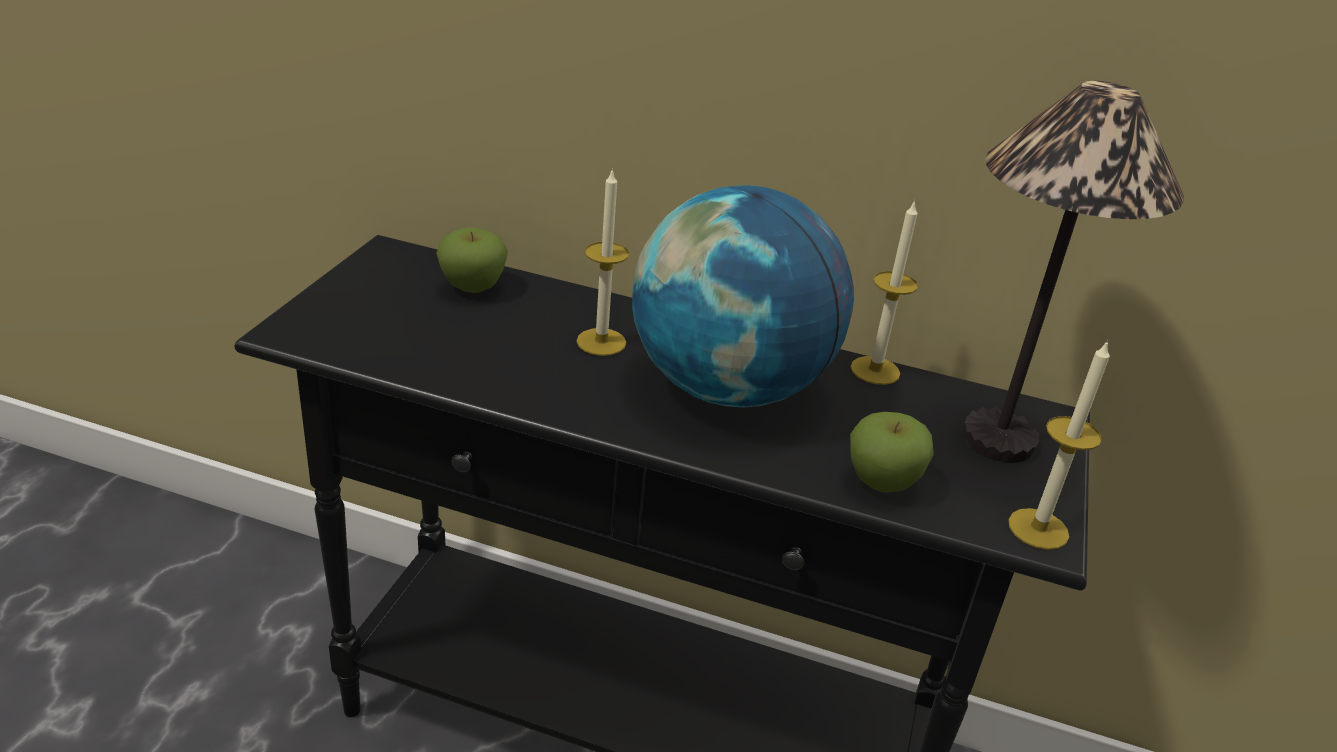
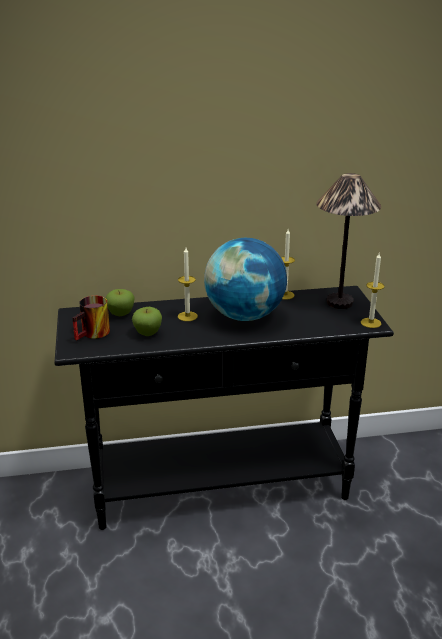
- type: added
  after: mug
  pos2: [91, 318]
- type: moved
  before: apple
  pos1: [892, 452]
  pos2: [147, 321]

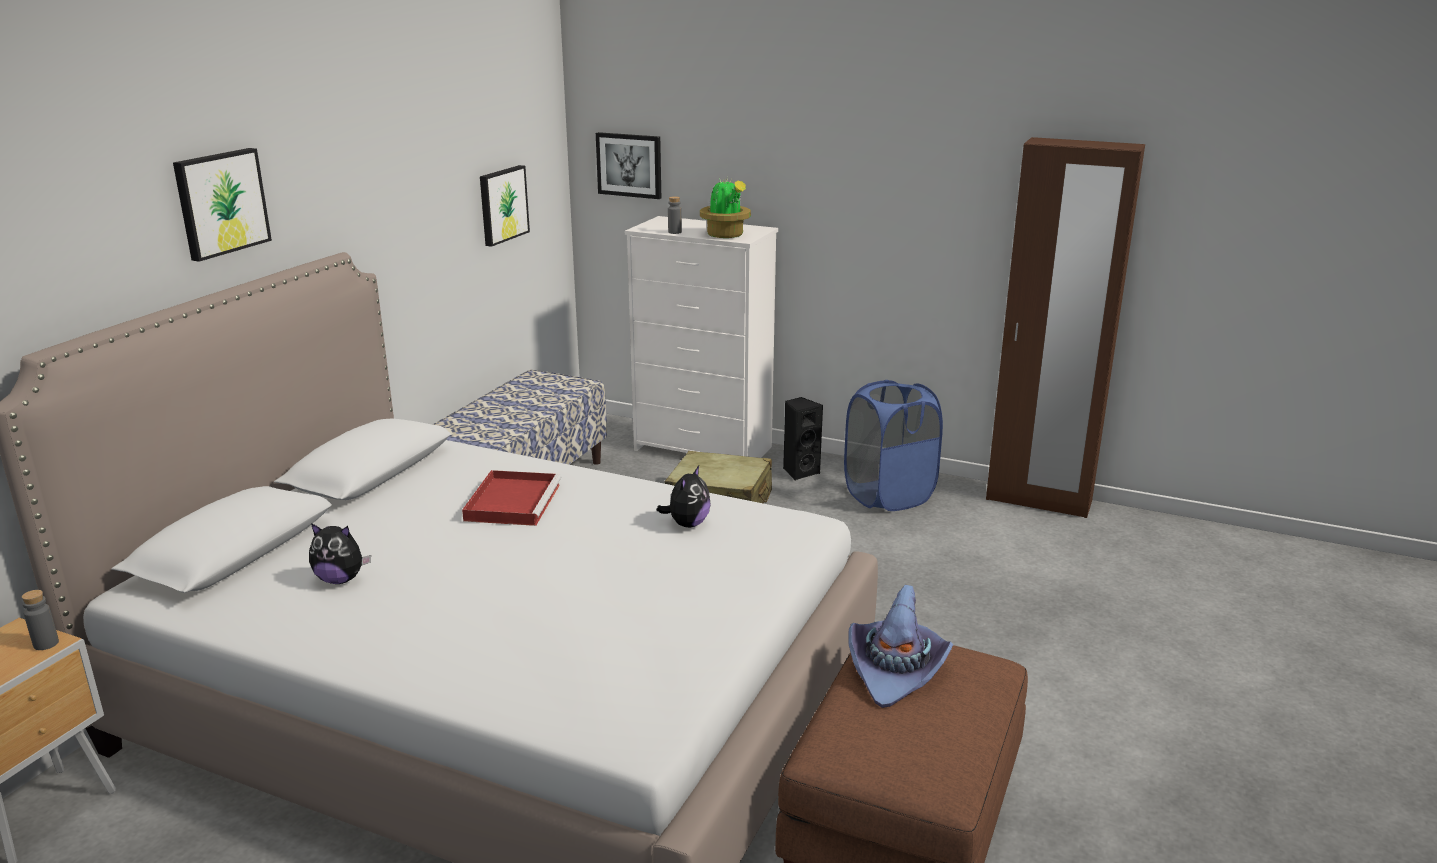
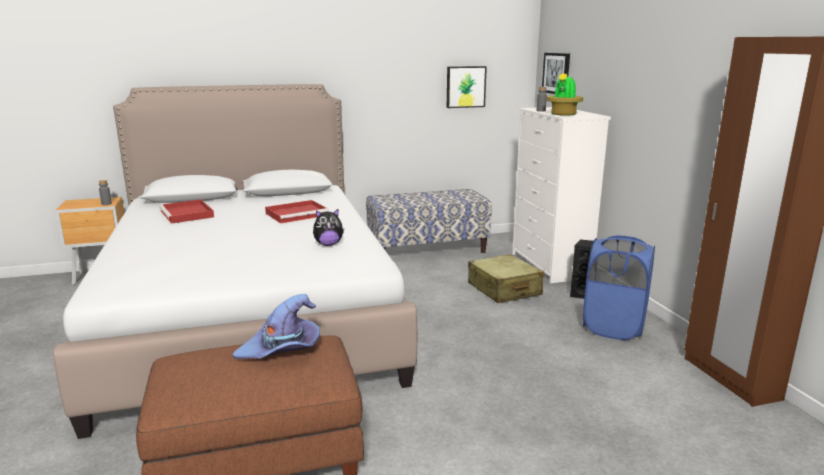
- type: replaced
  before: plush toy
  after: tray (red)
  pos1: [340, 553]
  pos2: [186, 211]
- type: removed
  before: picture
  pos1: [222, 205]

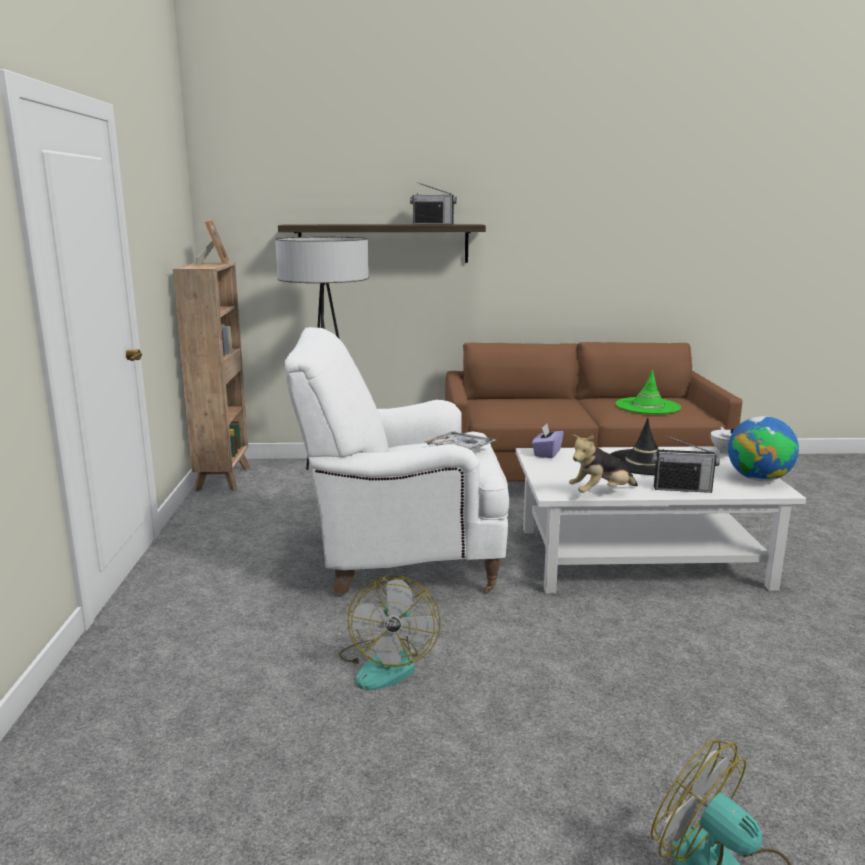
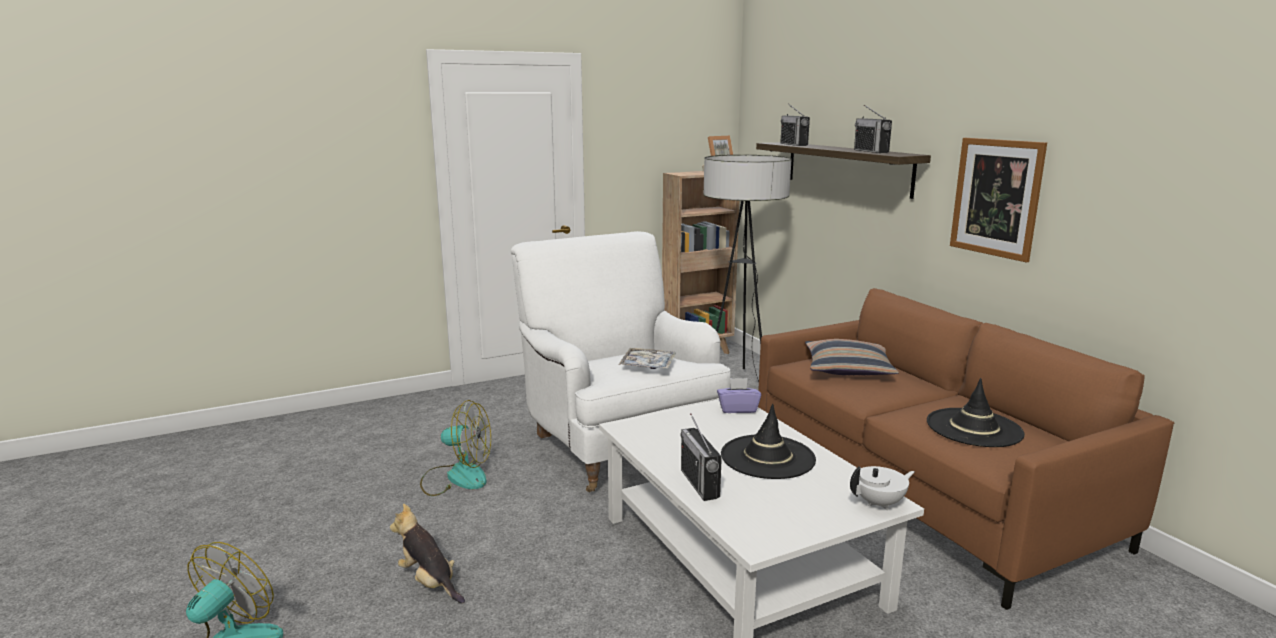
- type: moved
  before: plush toy
  pos1: [603, 463]
  pos2: [427, 554]
- type: turned
  before: fan
  pos1: [390, 633]
  pos2: [455, 448]
  turn: -150
- type: added
  after: radio
  pos2: [795, 125]
- type: added
  after: pillow
  pos2: [852, 357]
- type: recoloured
  before: hat (green)
  after: hat (black)
  pos1: [648, 391]
  pos2: [976, 412]
- type: added
  after: picture
  pos2: [998, 200]
- type: removed
  before: globe
  pos1: [763, 448]

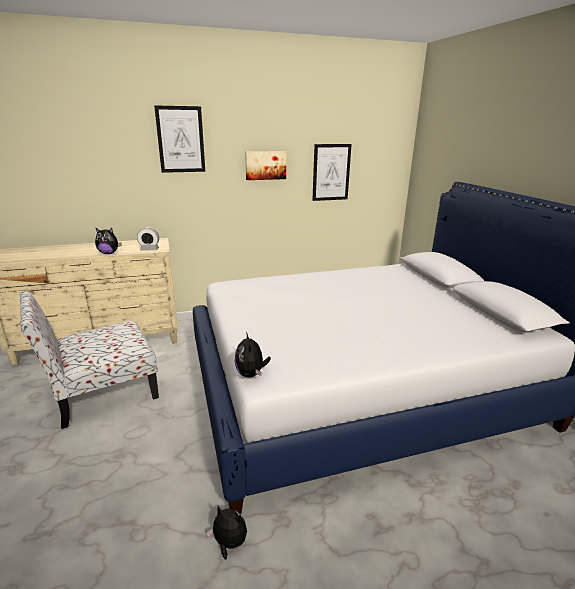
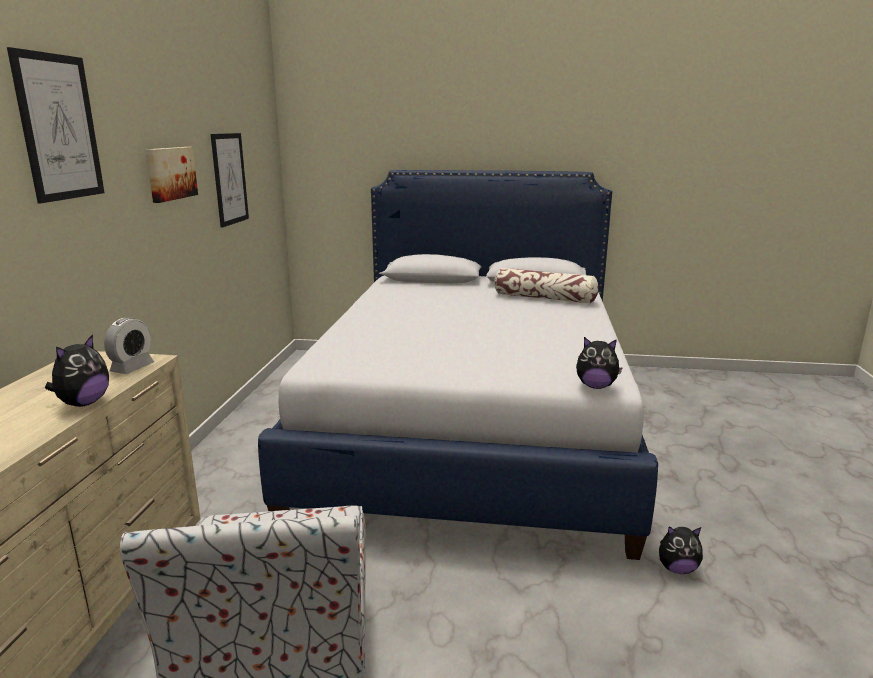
- type: added
  after: pillow
  pos2: [546, 286]
- type: turned
  before: plush toy
  pos1: [227, 533]
  pos2: [681, 550]
  turn: -135

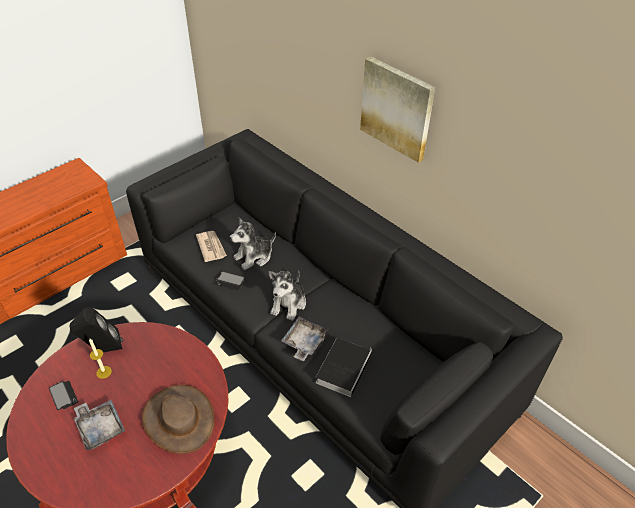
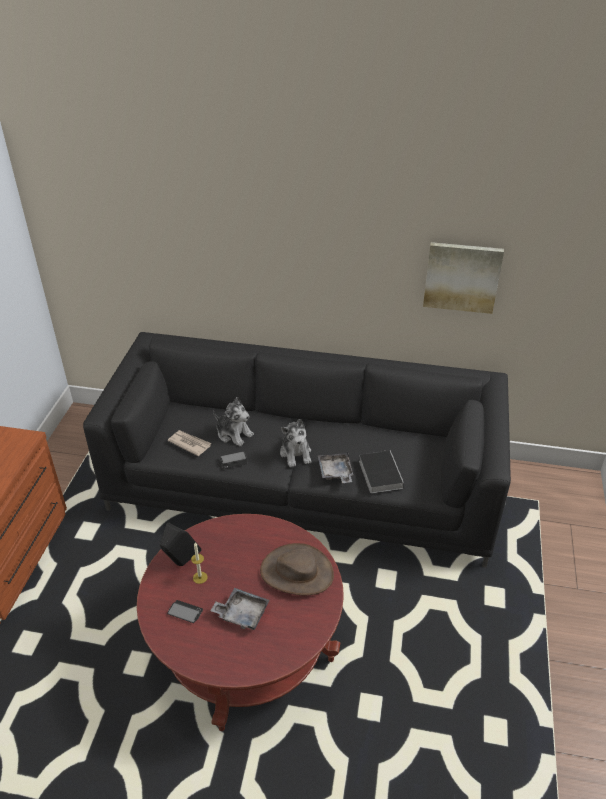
- type: turned
  before: plush toy
  pos1: [253, 243]
  pos2: [233, 421]
  turn: -75
- type: moved
  before: picture
  pos1: [397, 109]
  pos2: [463, 278]

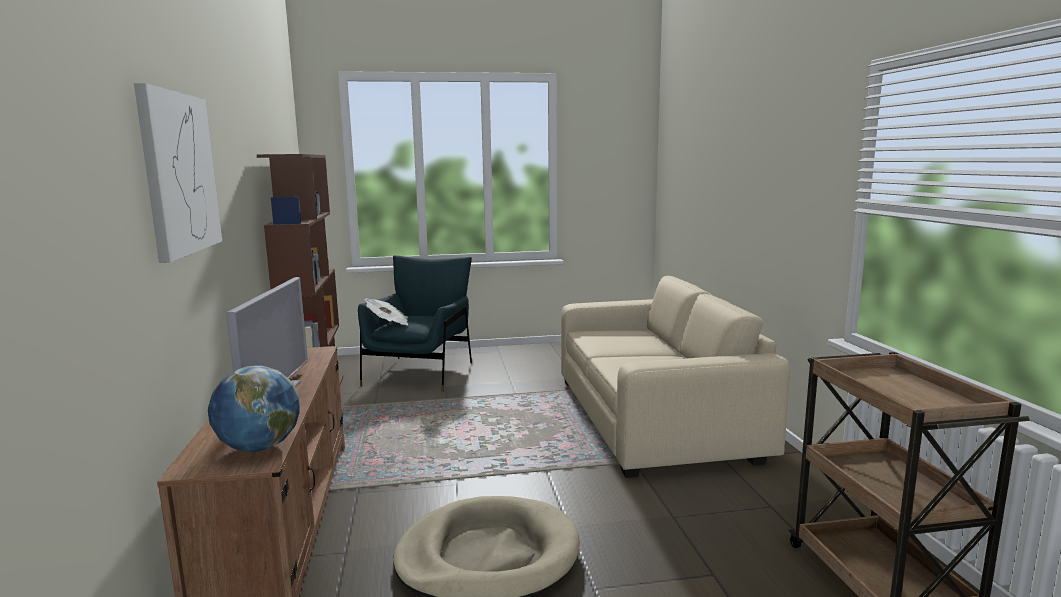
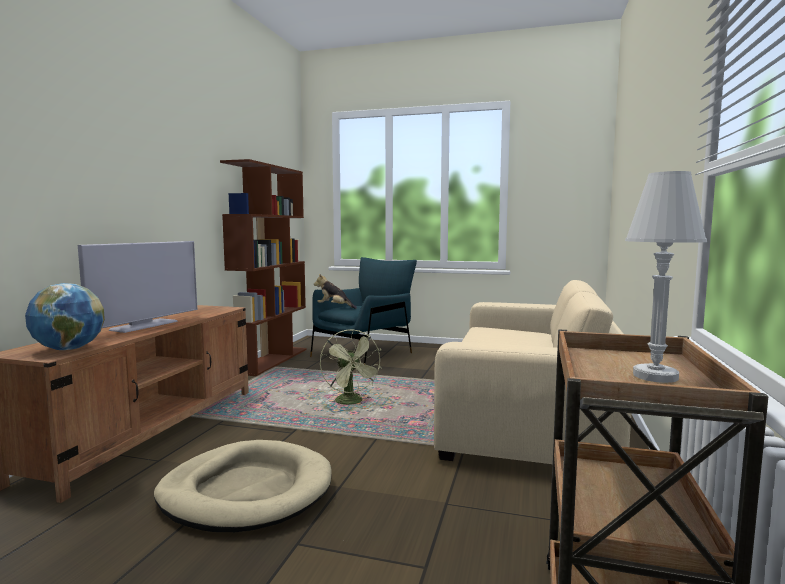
- type: replaced
  before: newspaper
  after: plush toy
  pos1: [386, 312]
  pos2: [335, 291]
- type: added
  after: fan (green)
  pos2: [351, 367]
- type: added
  after: table lamp (white)
  pos2: [666, 277]
- type: removed
  before: picture
  pos1: [178, 173]

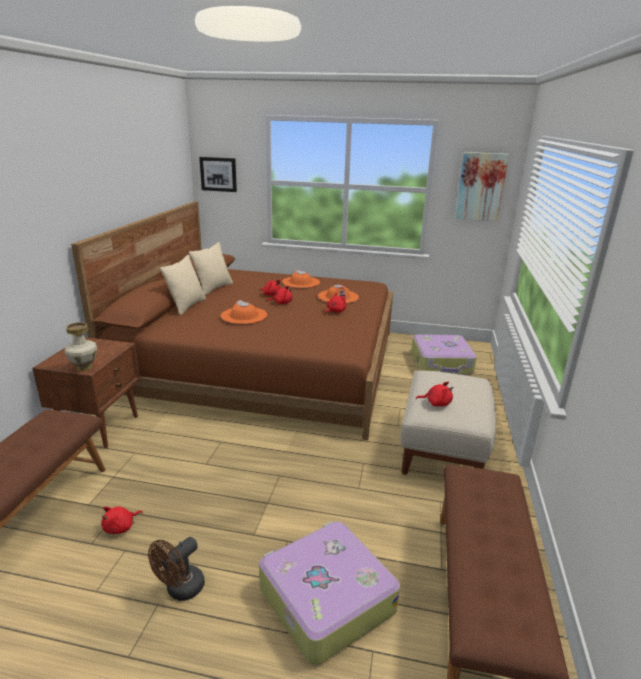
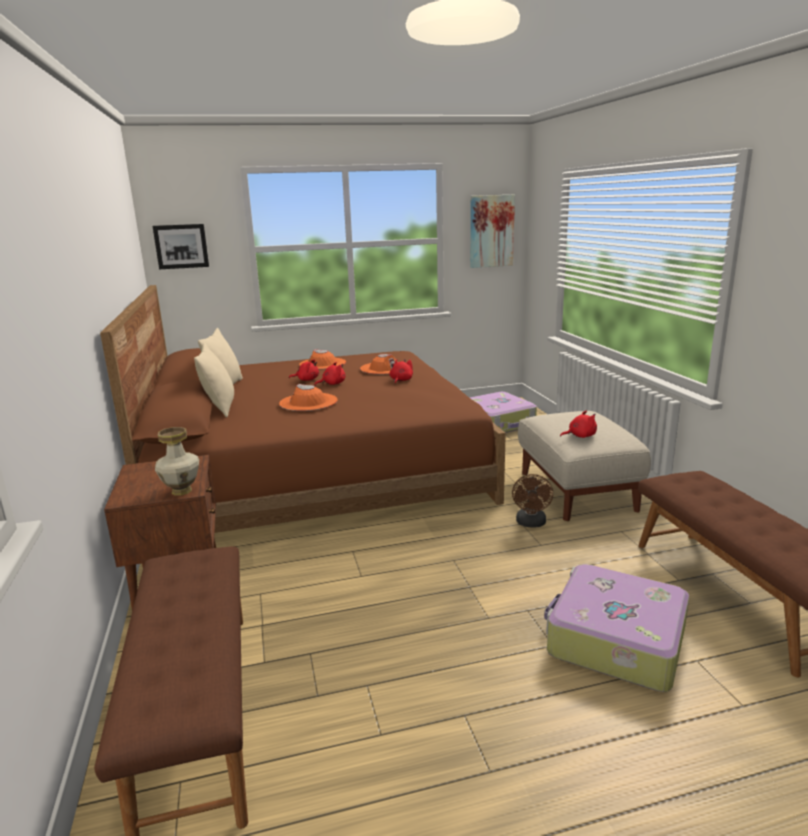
- type: moved
  before: fan (brown)
  pos1: [176, 569]
  pos2: [532, 501]
- type: removed
  before: plush toy (red)
  pos1: [122, 520]

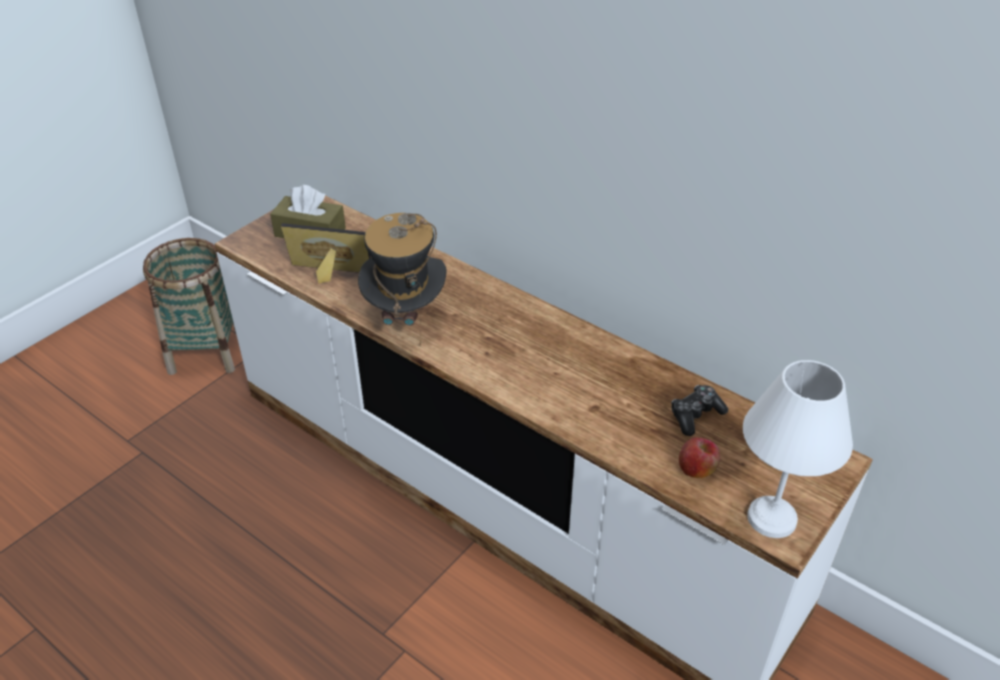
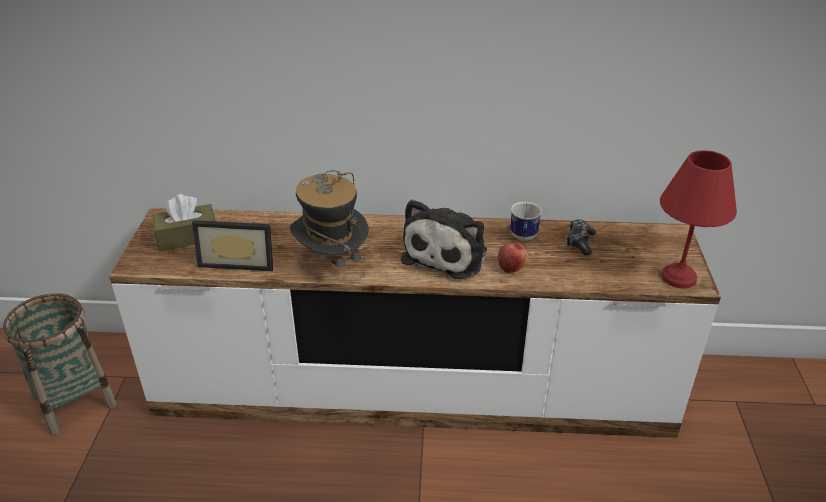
- type: turned
  before: picture frame
  pos1: [326, 253]
  pos2: [232, 245]
  turn: -150
- type: added
  after: plush toy
  pos2: [444, 239]
- type: moved
  before: apple
  pos1: [699, 458]
  pos2: [513, 258]
- type: added
  after: mug
  pos2: [526, 221]
- type: recoloured
  before: table lamp (white)
  after: table lamp (red)
  pos1: [798, 449]
  pos2: [698, 219]

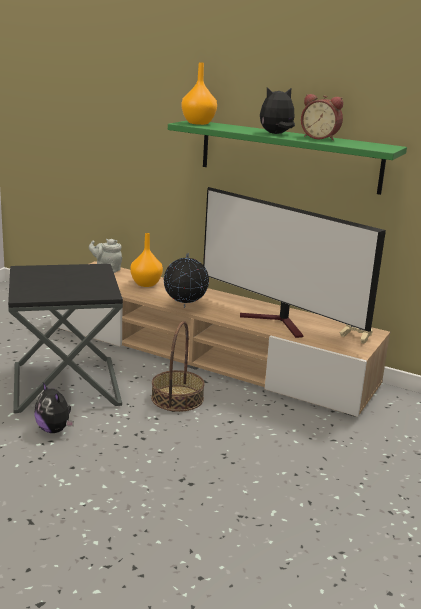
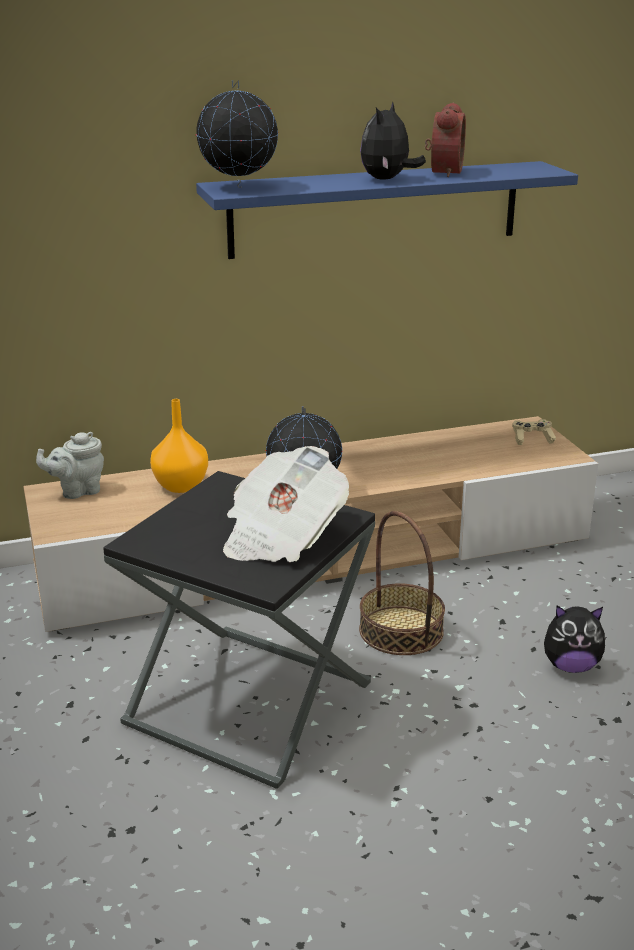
- type: replaced
  before: vase (orange)
  after: globe
  pos1: [199, 93]
  pos2: [237, 134]
- type: recoloured
  before: shelf (green)
  after: shelf (blue)
  pos1: [287, 158]
  pos2: [387, 210]
- type: added
  after: newspaper
  pos2: [286, 504]
- type: turned
  before: alarm clock
  pos1: [322, 117]
  pos2: [445, 140]
  turn: -60
- type: moved
  before: plush toy
  pos1: [54, 407]
  pos2: [575, 639]
- type: removed
  before: television
  pos1: [294, 262]

